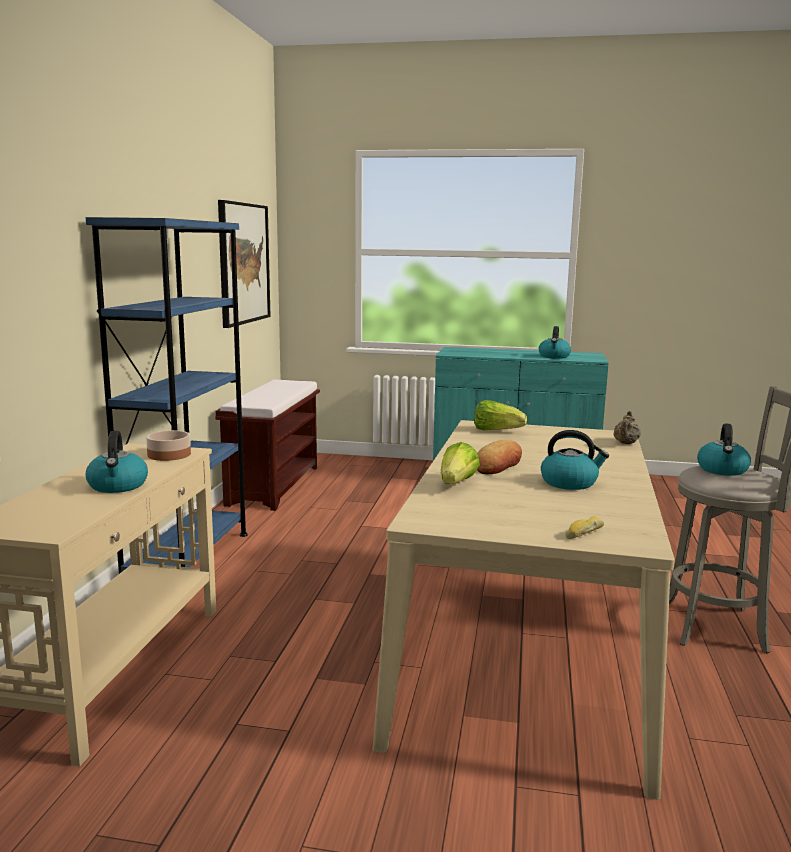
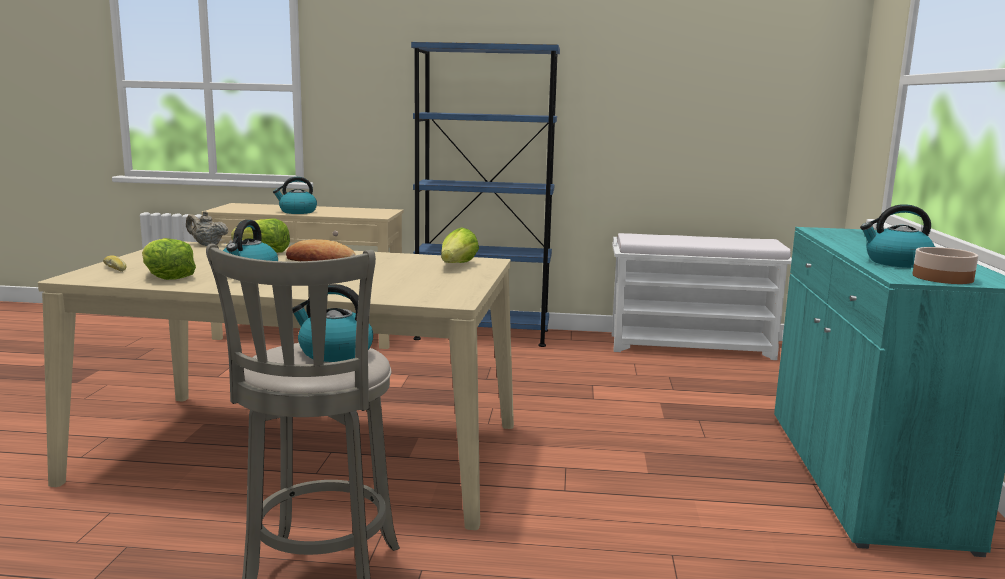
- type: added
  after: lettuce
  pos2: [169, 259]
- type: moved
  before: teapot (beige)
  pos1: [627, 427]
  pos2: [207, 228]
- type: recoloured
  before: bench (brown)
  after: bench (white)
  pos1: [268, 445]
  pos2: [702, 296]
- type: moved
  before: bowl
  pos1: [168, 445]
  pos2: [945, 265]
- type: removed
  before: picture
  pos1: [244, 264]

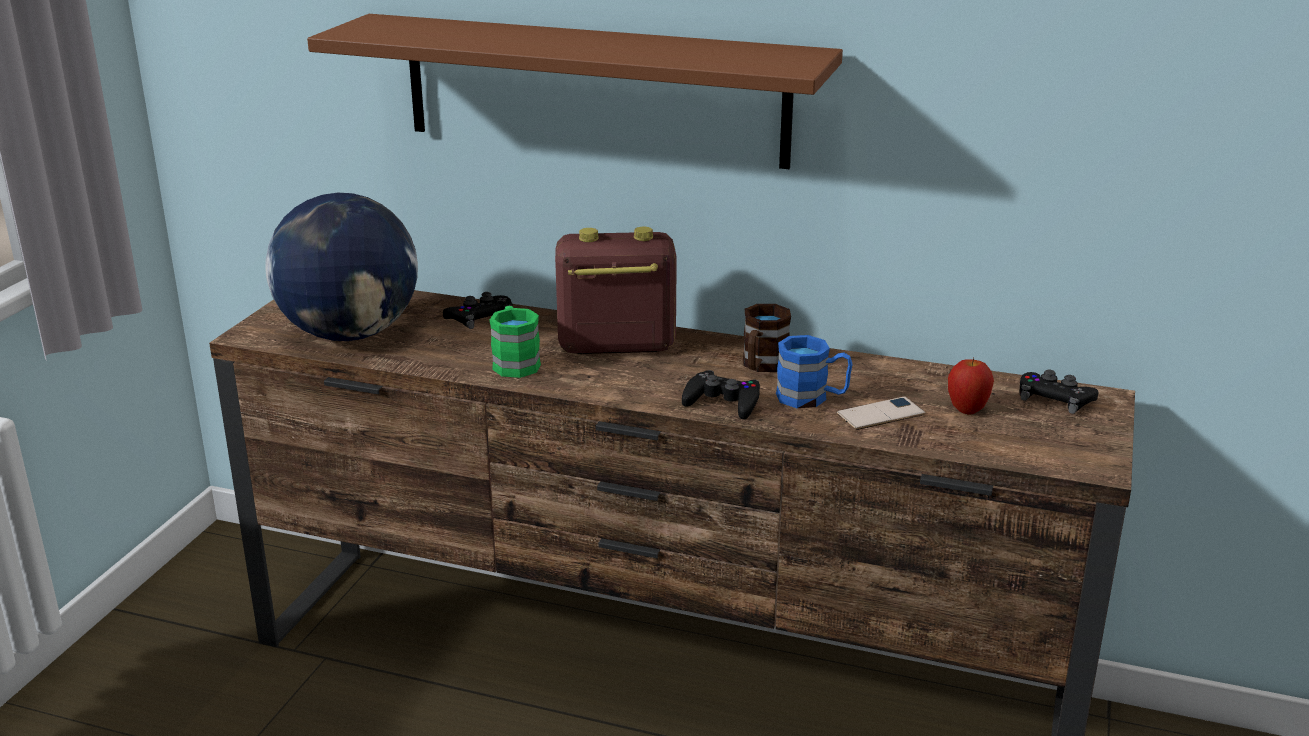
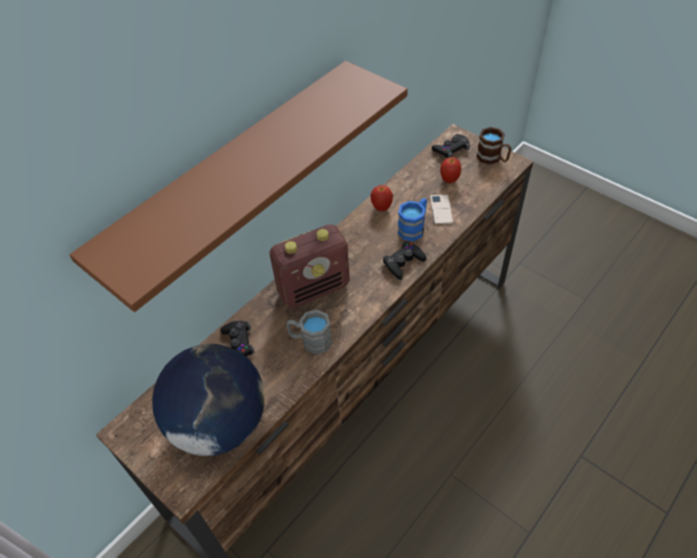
- type: turned
  before: radio
  pos1: [616, 290]
  pos2: [309, 266]
  turn: -135
- type: recoloured
  before: mug (green)
  after: mug (grey)
  pos1: [515, 342]
  pos2: [309, 331]
- type: added
  after: apple
  pos2: [381, 198]
- type: moved
  before: mug (brown)
  pos1: [767, 338]
  pos2: [493, 145]

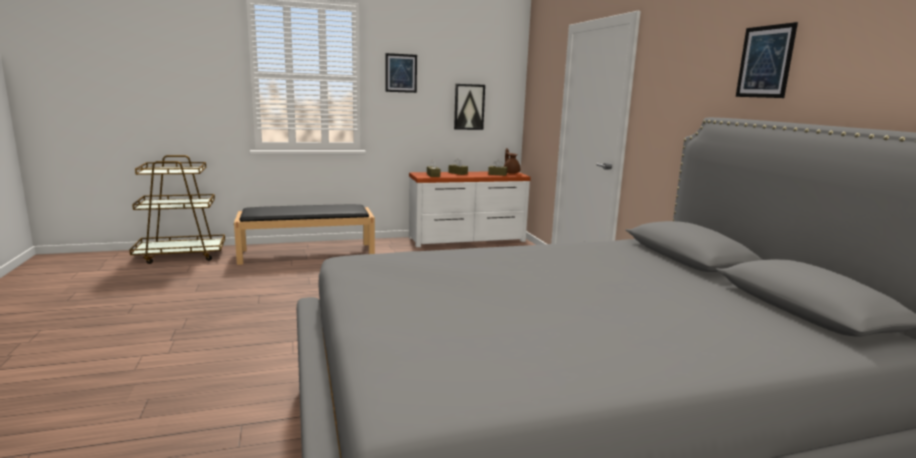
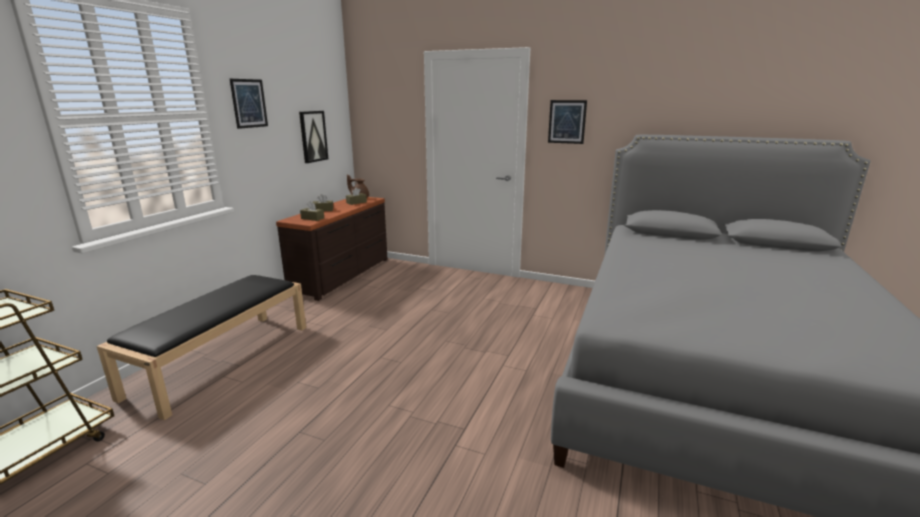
- type: recoloured
  before: dresser (white)
  after: dresser (brown)
  pos1: [470, 209]
  pos2: [332, 249]
- type: moved
  before: picture
  pos1: [767, 60]
  pos2: [567, 122]

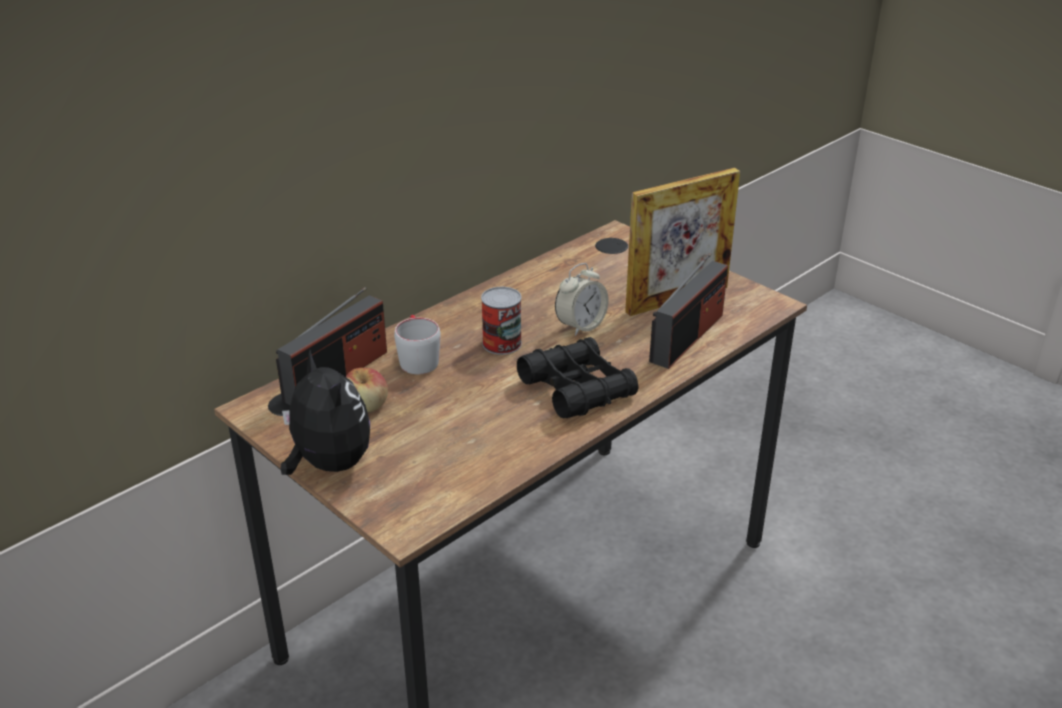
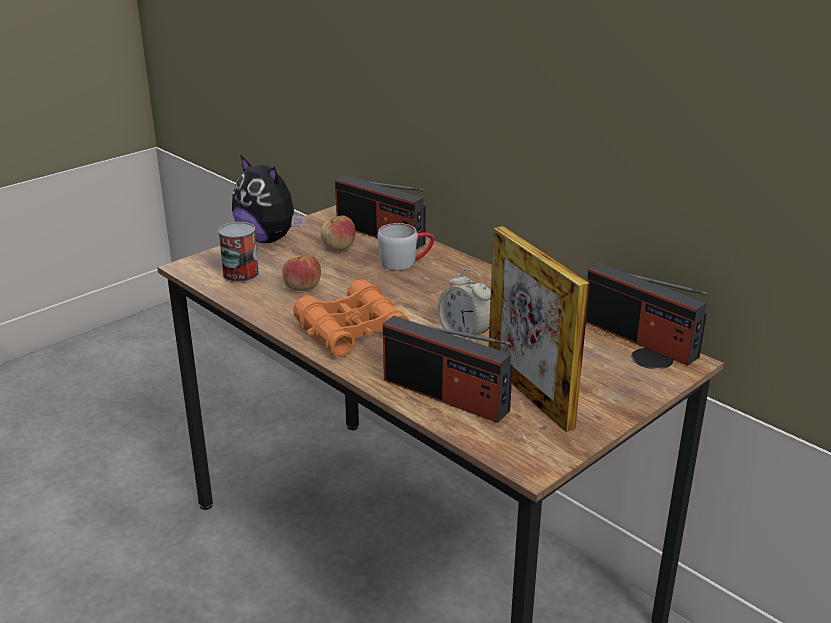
- type: moved
  before: can
  pos1: [501, 321]
  pos2: [238, 252]
- type: turned
  before: plush toy
  pos1: [325, 412]
  pos2: [268, 199]
  turn: 75
- type: added
  after: apple
  pos2: [302, 273]
- type: recoloured
  before: binoculars (black)
  after: binoculars (orange)
  pos1: [578, 377]
  pos2: [351, 318]
- type: added
  after: radio
  pos2: [647, 314]

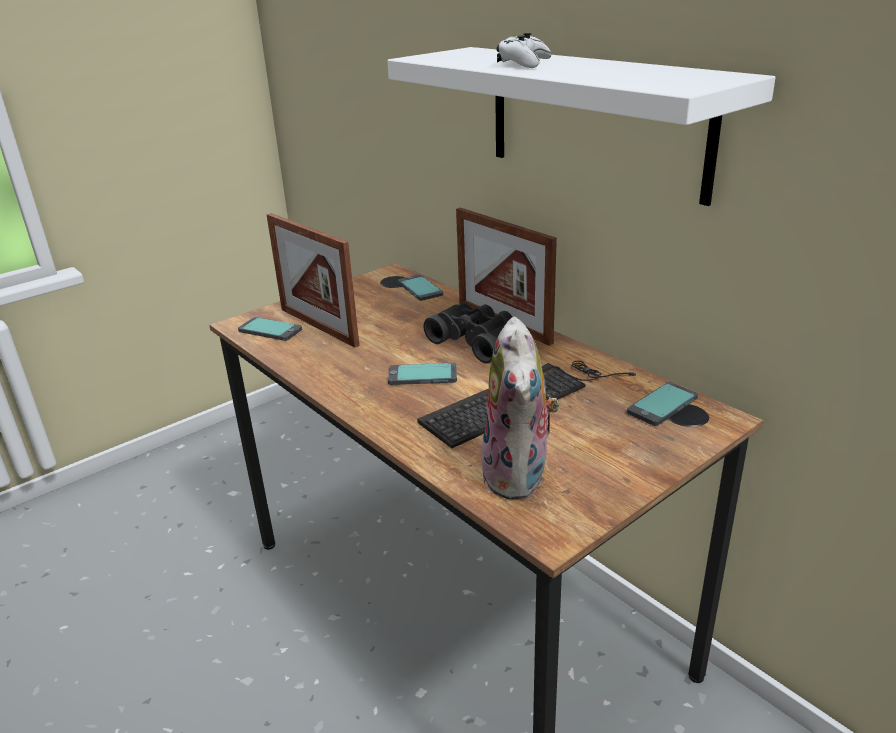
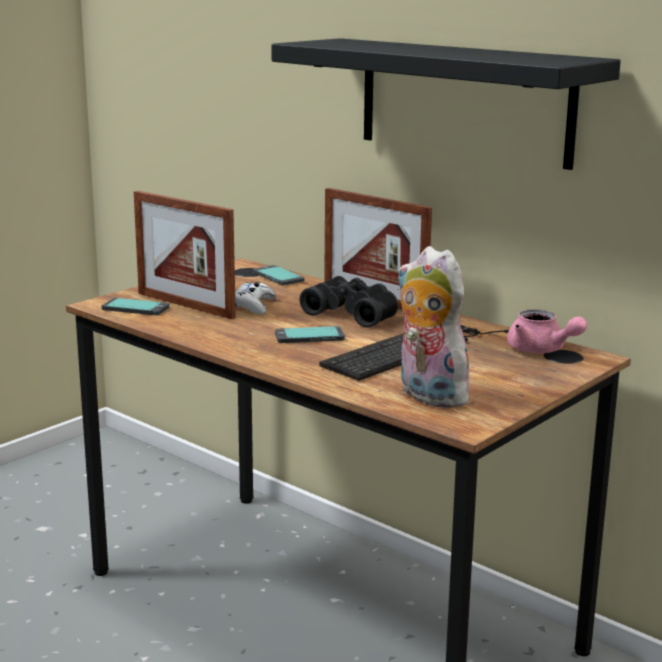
- type: moved
  before: game controller (white)
  pos1: [523, 50]
  pos2: [255, 298]
- type: recoloured
  before: shelf (white)
  after: shelf (black)
  pos1: [581, 126]
  pos2: [446, 104]
- type: turned
  before: plush toy
  pos1: [520, 408]
  pos2: [434, 327]
  turn: 150
- type: replaced
  before: phone
  after: teapot (pink)
  pos1: [662, 404]
  pos2: [547, 331]

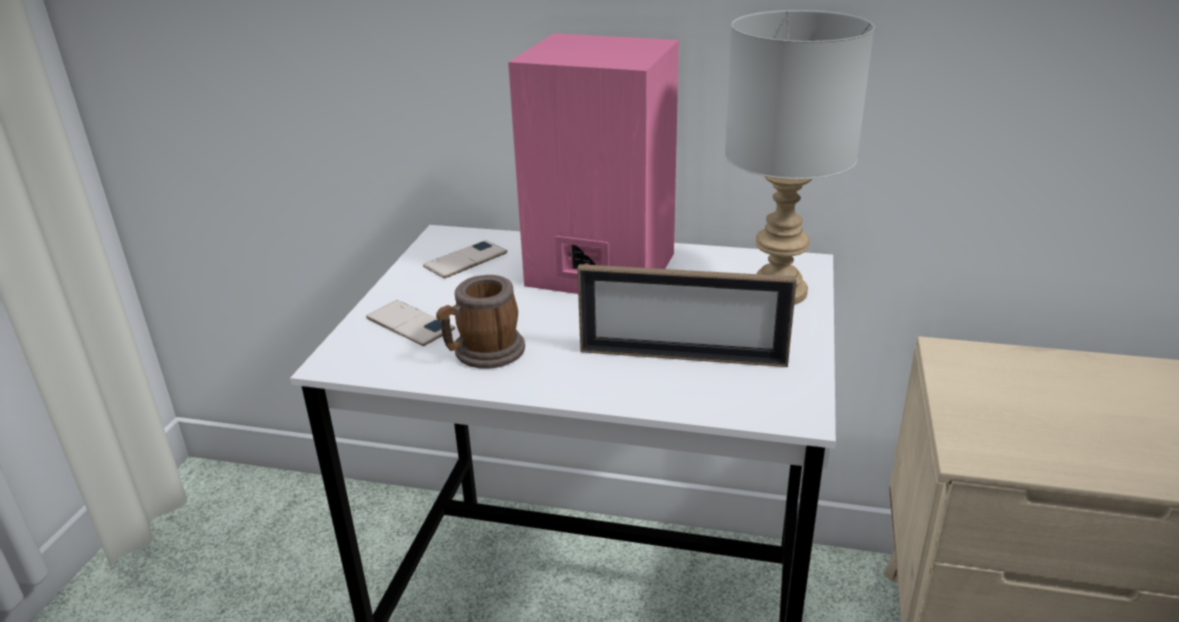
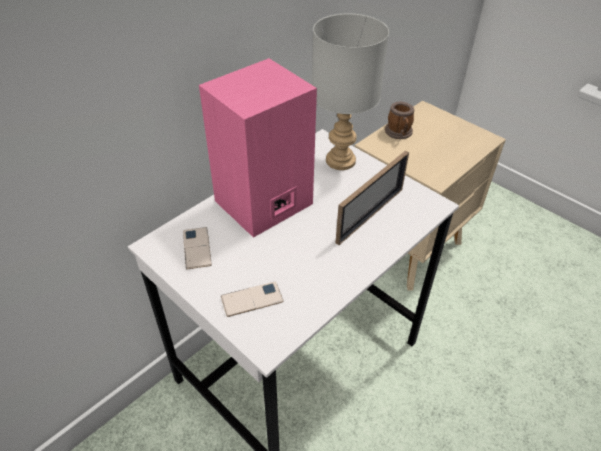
- type: moved
  before: mug
  pos1: [480, 322]
  pos2: [399, 120]

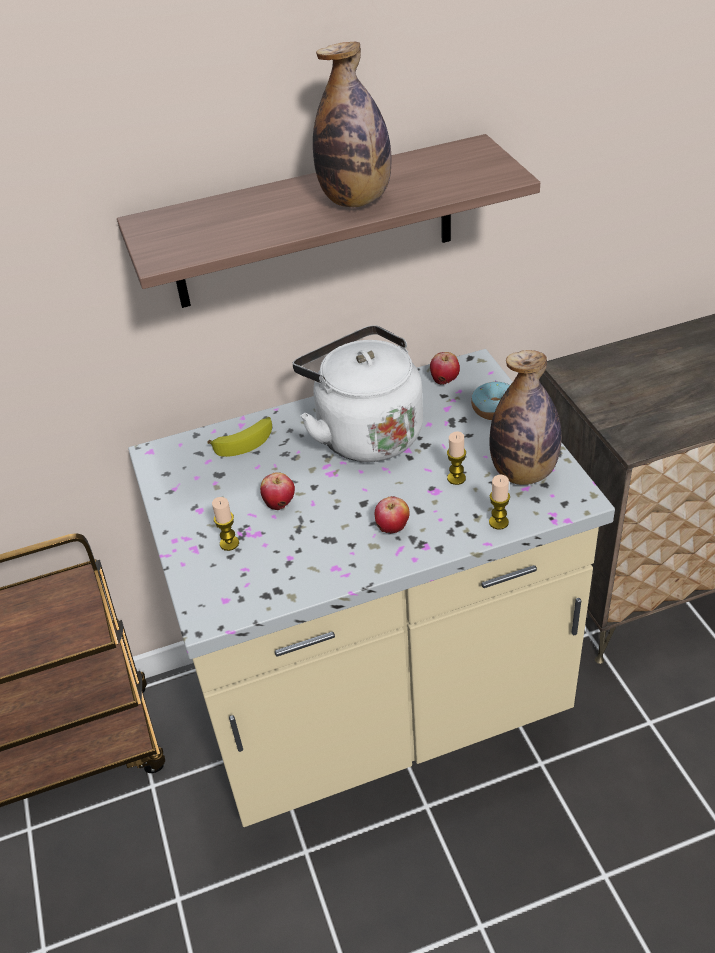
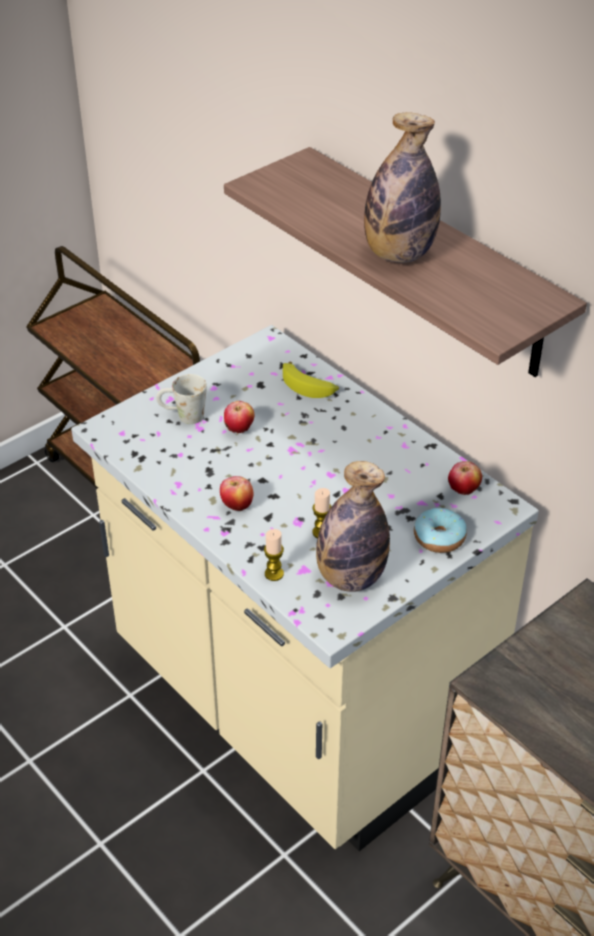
- type: replaced
  before: candle
  after: mug (white)
  pos1: [225, 524]
  pos2: [181, 399]
- type: removed
  before: kettle (white)
  pos1: [358, 393]

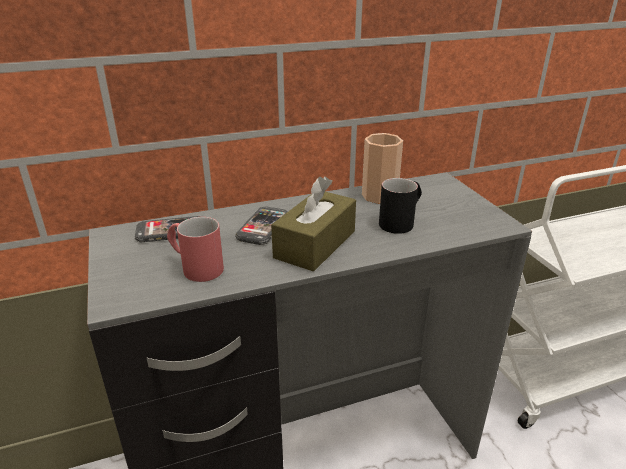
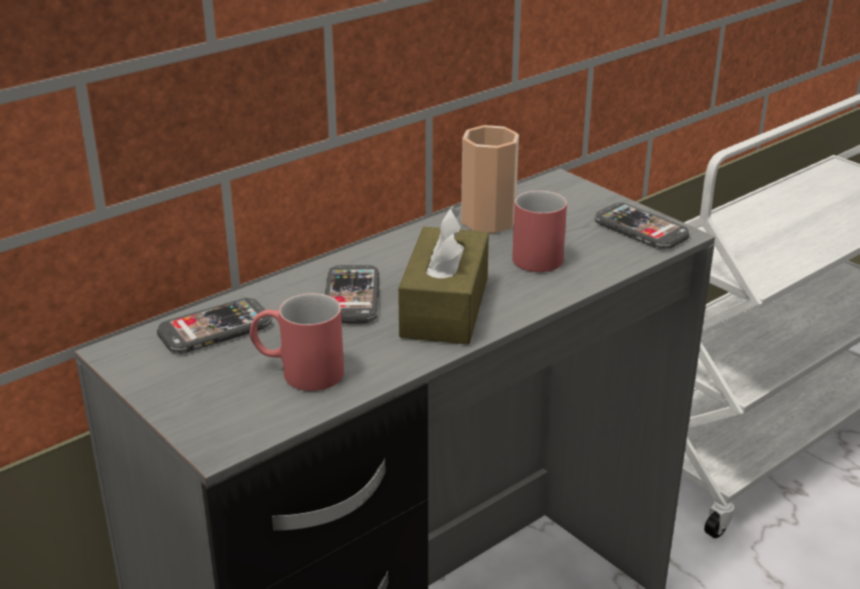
- type: recoloured
  before: mug (black)
  after: mug (red)
  pos1: [400, 206]
  pos2: [539, 231]
- type: added
  after: phone
  pos2: [642, 226]

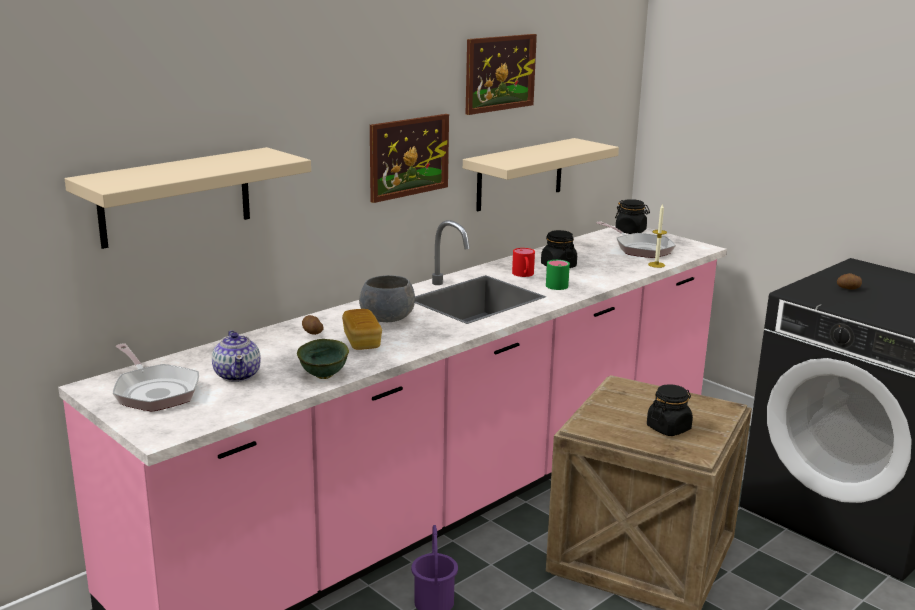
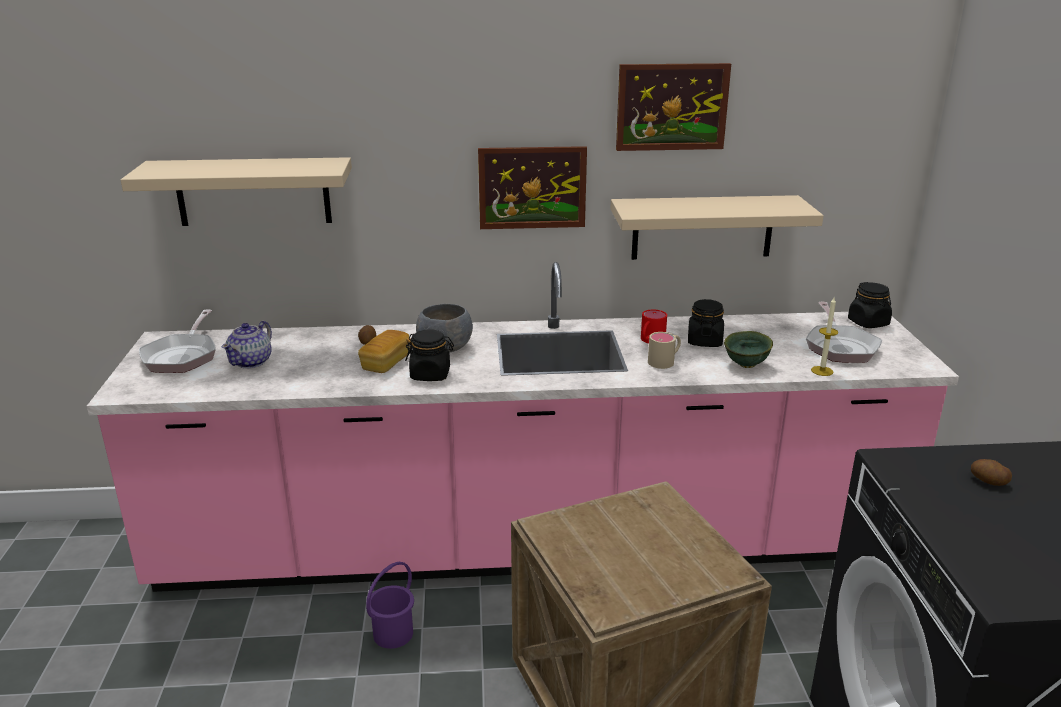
- type: moved
  before: jar (black)
  pos1: [670, 410]
  pos2: [429, 355]
- type: recoloured
  before: mug (green)
  after: mug (beige)
  pos1: [558, 275]
  pos2: [664, 350]
- type: moved
  before: bowl (green)
  pos1: [323, 359]
  pos2: [748, 349]

